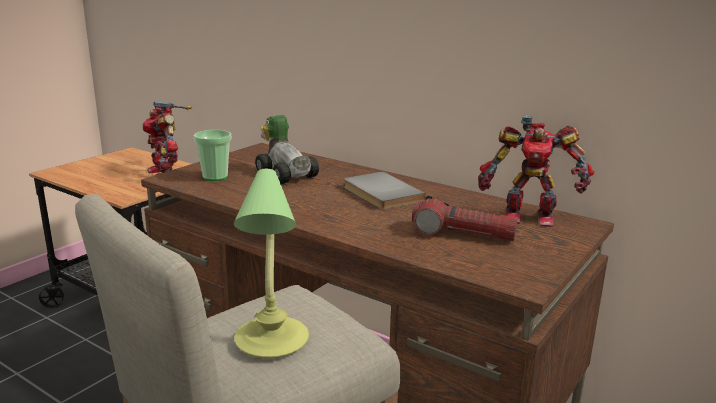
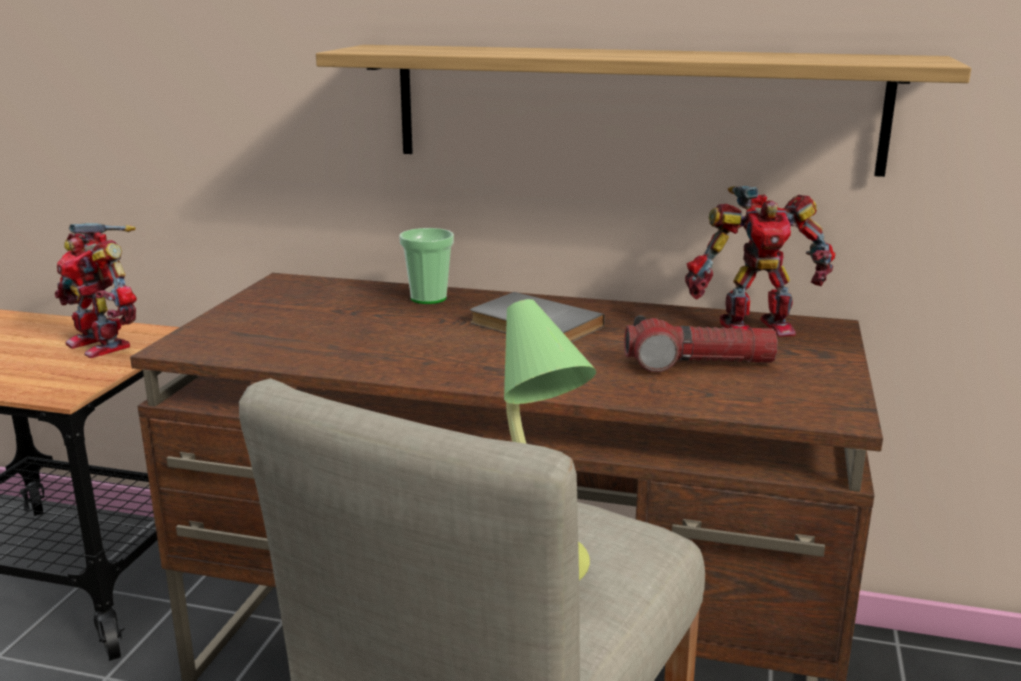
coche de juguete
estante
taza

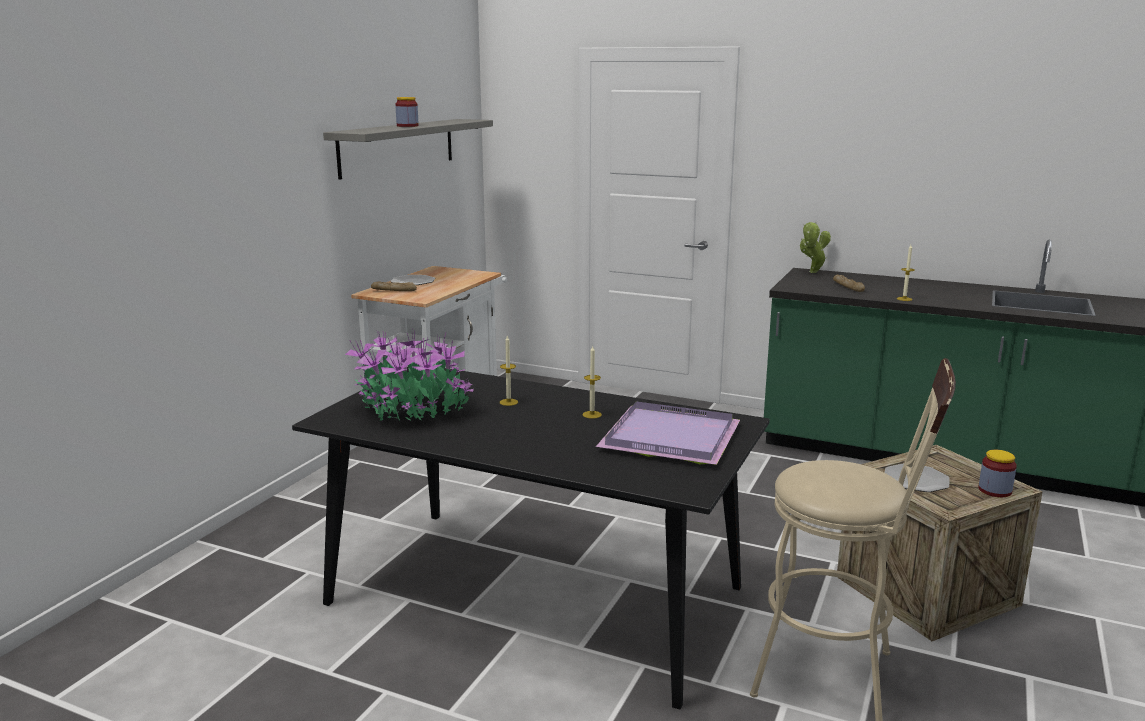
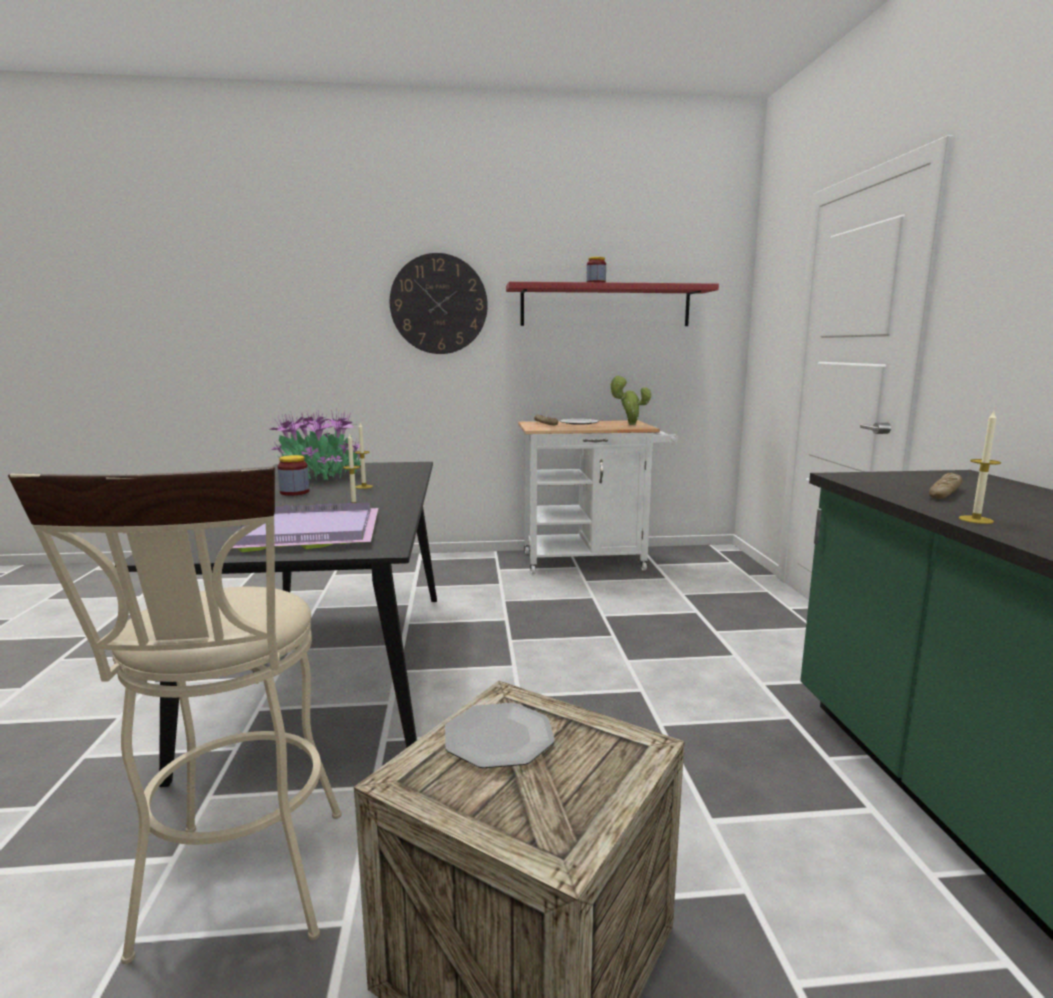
reloj de pared
planta en maceta (no. 2 from left)
tarro (no. 1 from left)
estante [rojo]

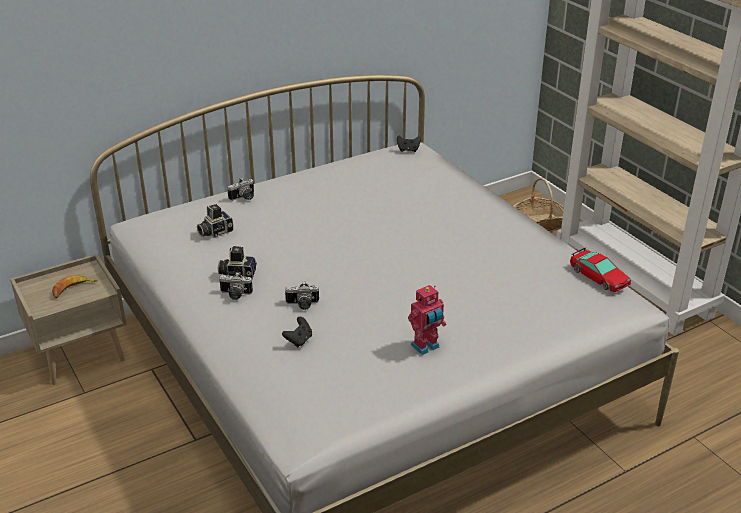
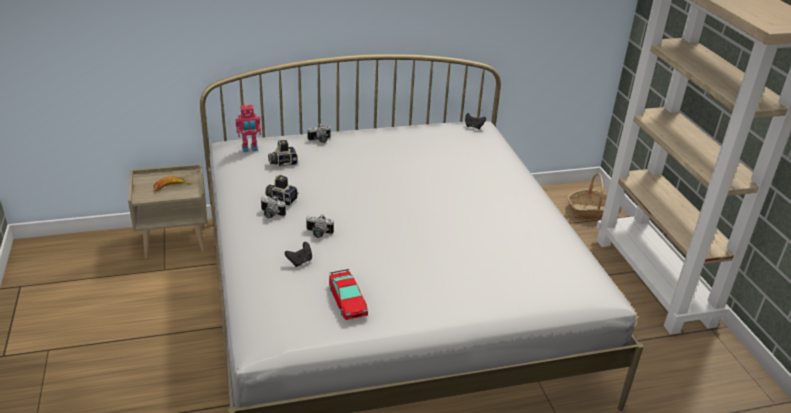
robot de juguete
coche de juguete

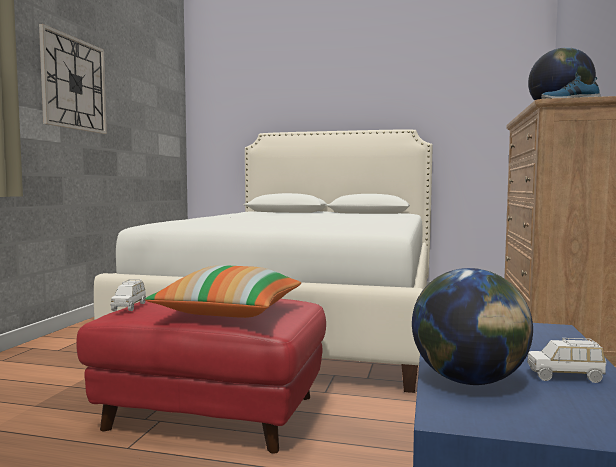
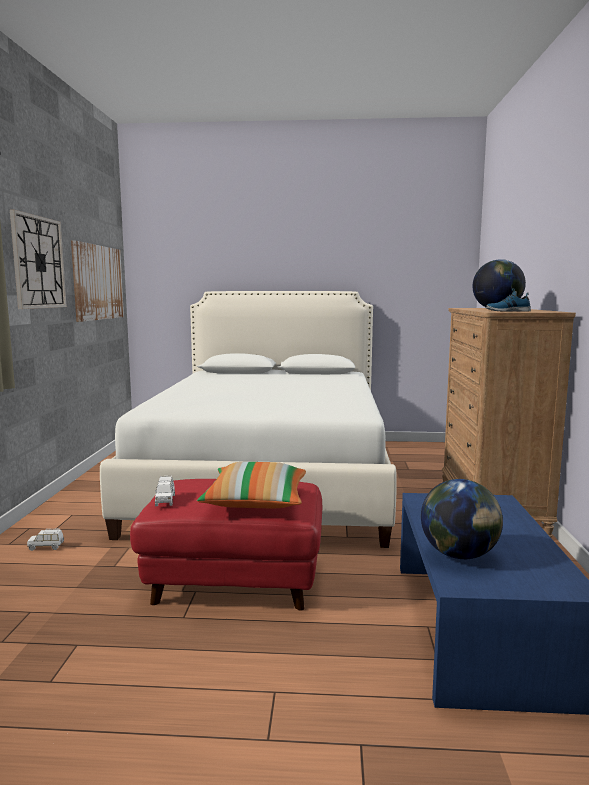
cuadro
coche de juguete [blanco] (no. 1 from left)

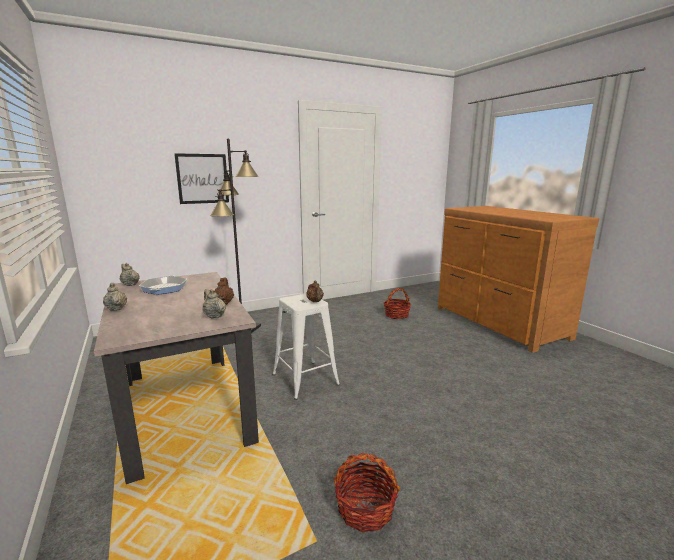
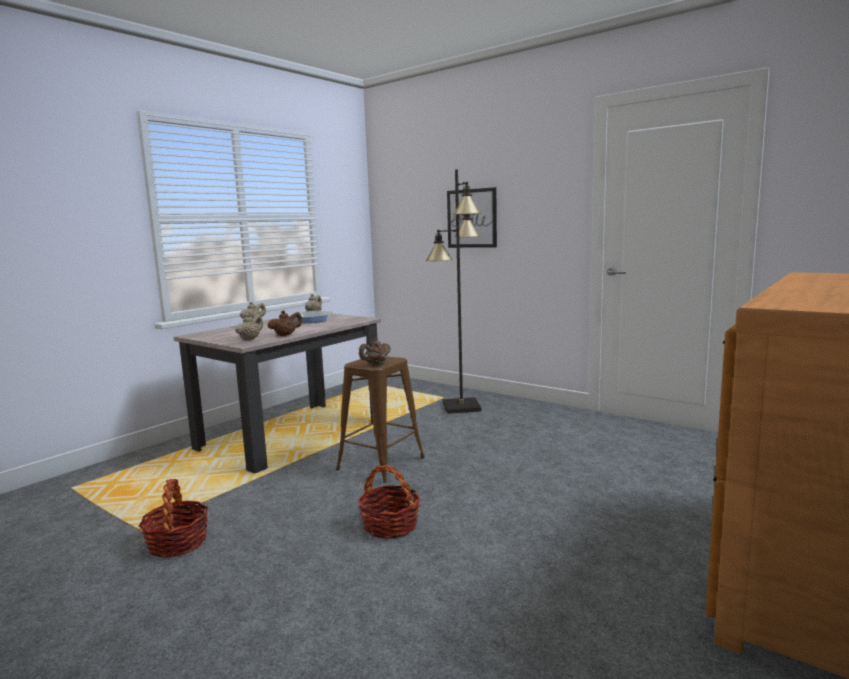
cesta (no. 2 from left)
taburete [marrón]

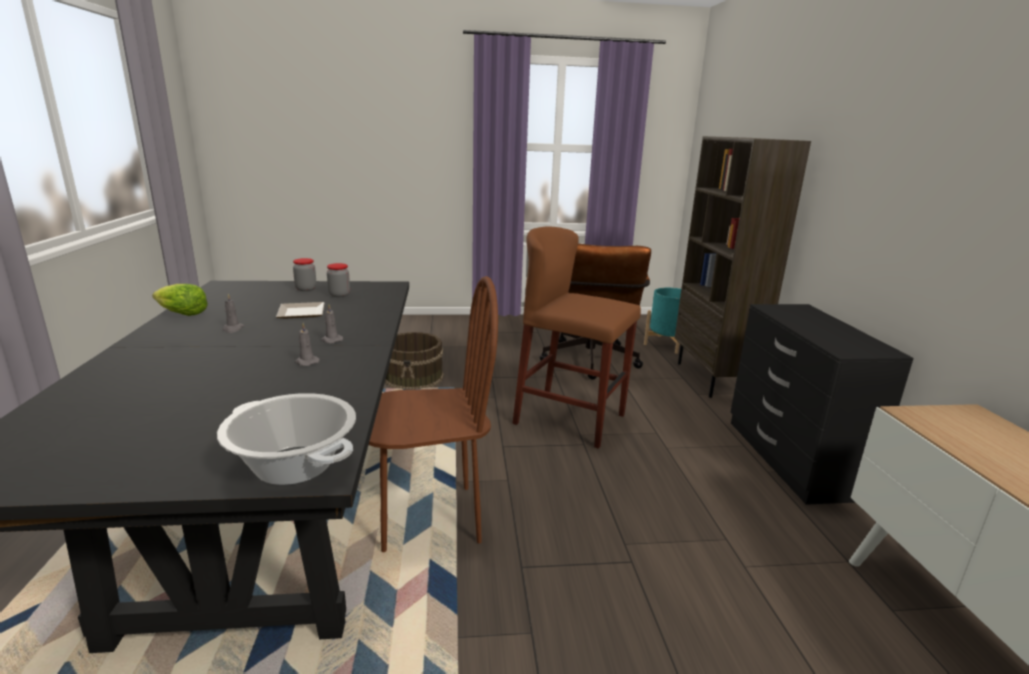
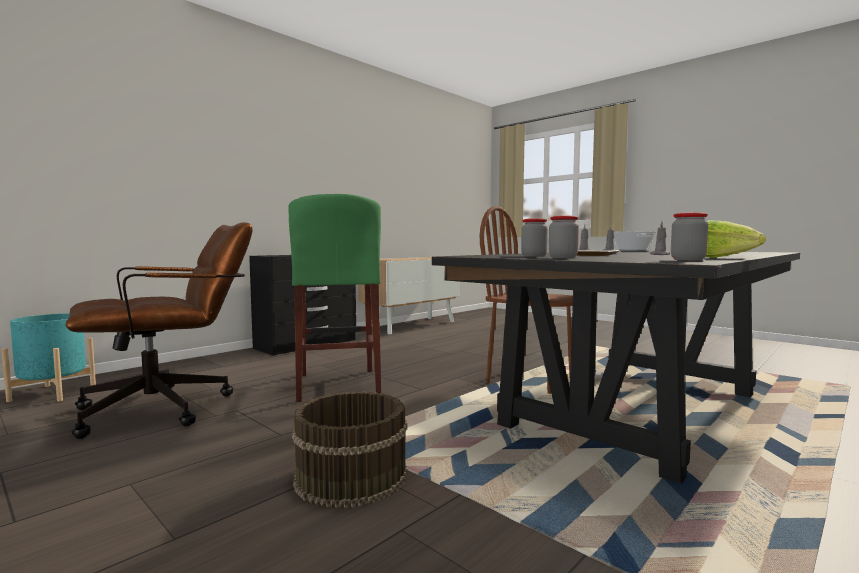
estantería [marrón]
tarro (no. 3 from left)
taburete [verde]

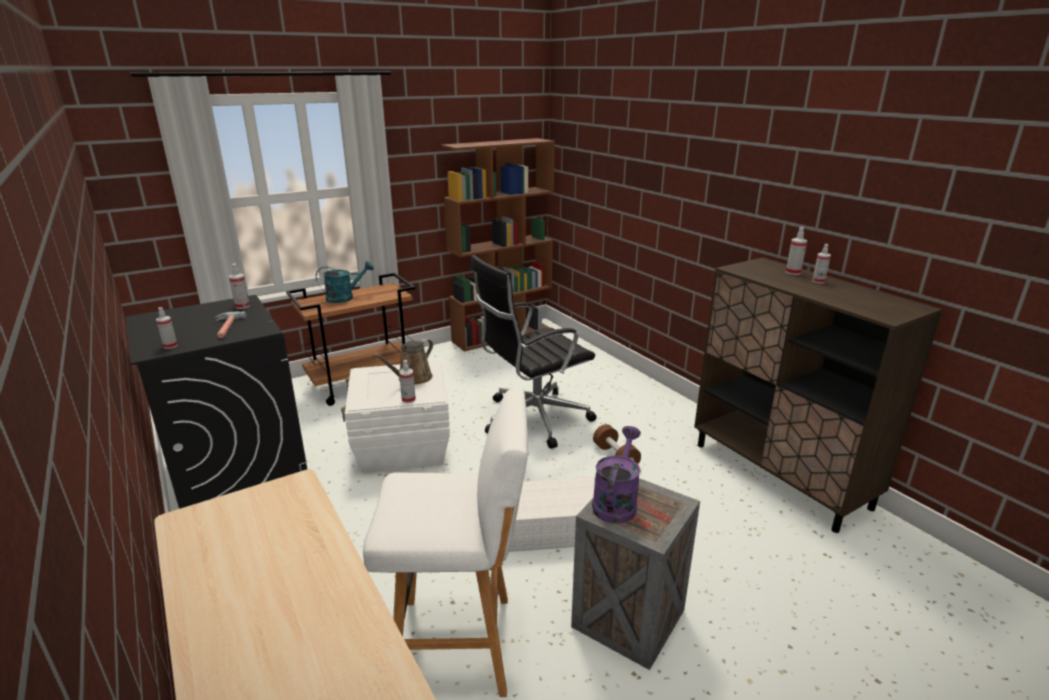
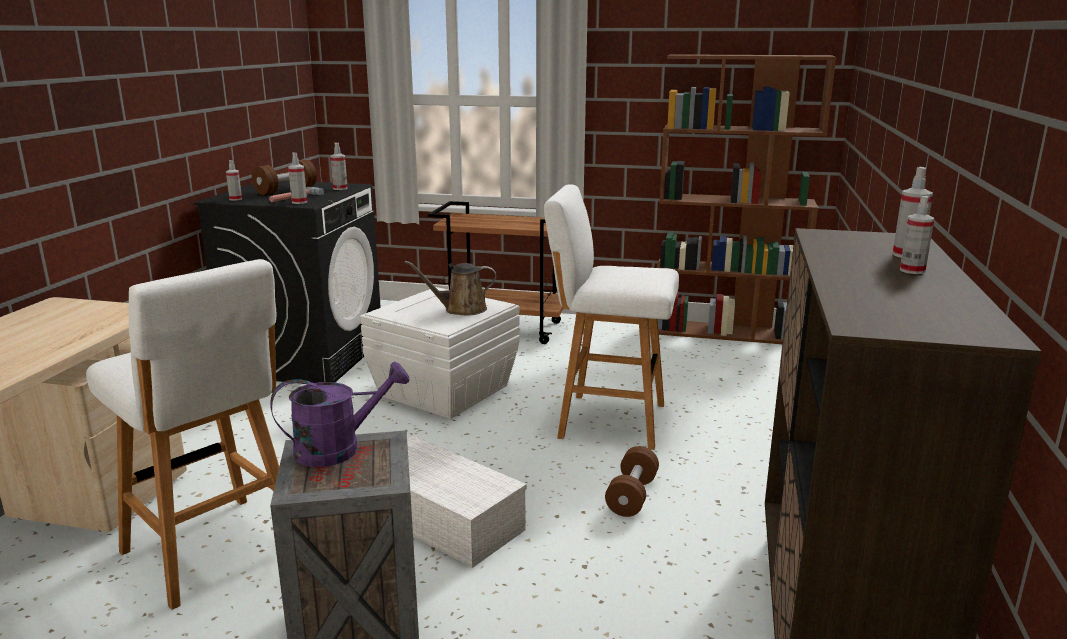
regadera [turquesa]
mancuerna [marrón] (no. 1 from left)
pulverizador (no. 2 from left)
taburete [blanco] (no. 2 from left)

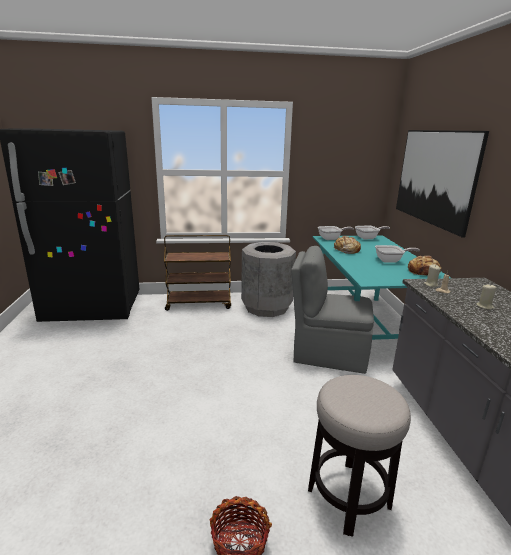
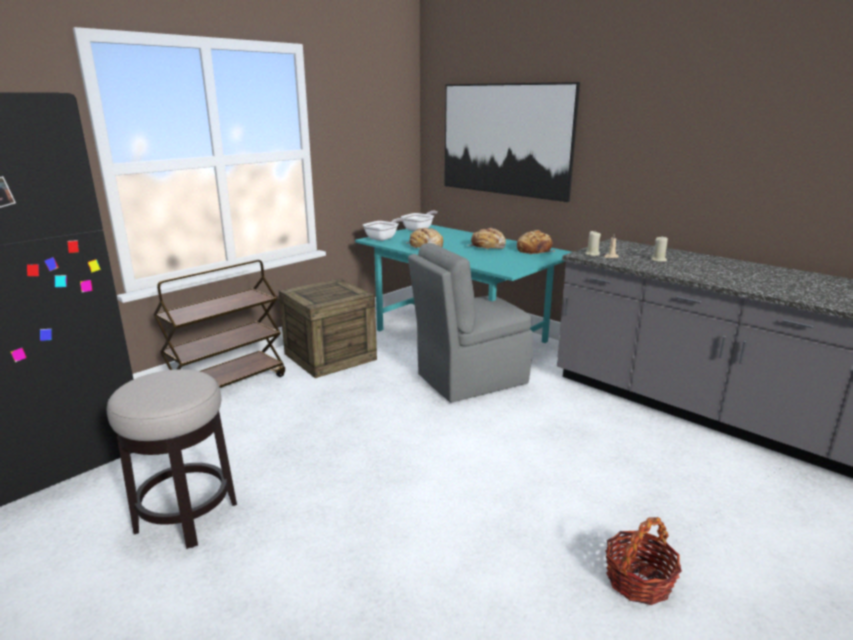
taburete
caja de embalaje
pan (no. 2 from left)

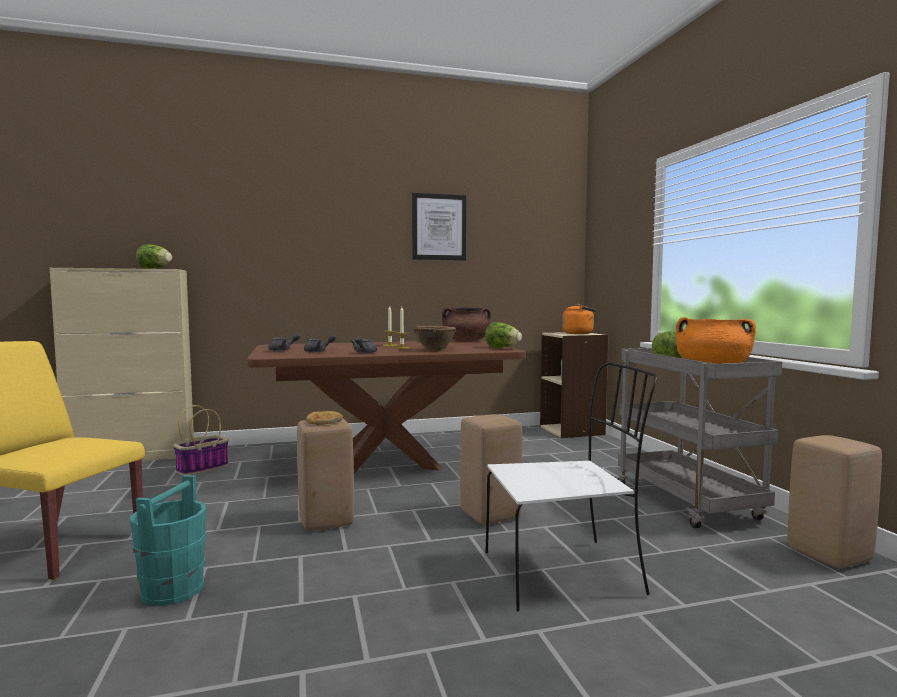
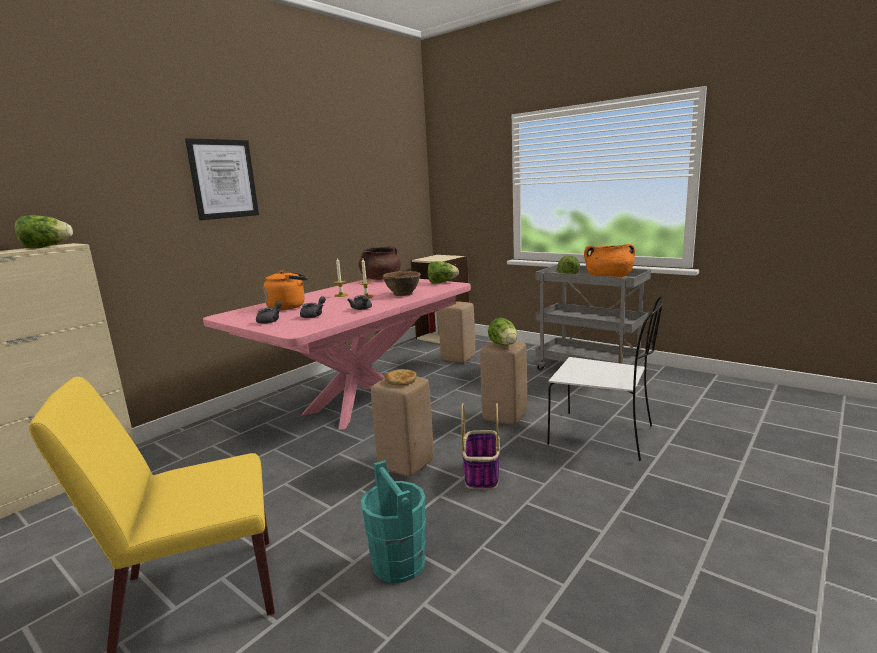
lechuga (no. 3 from left)
cesta
cuadro
hervidor [naranja]
taburete [beis] (no. 2 from left)
mesa de comedor [rosa]
silla [blanco]

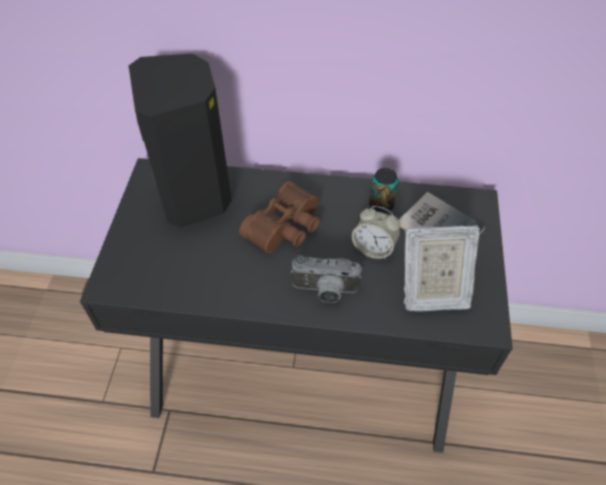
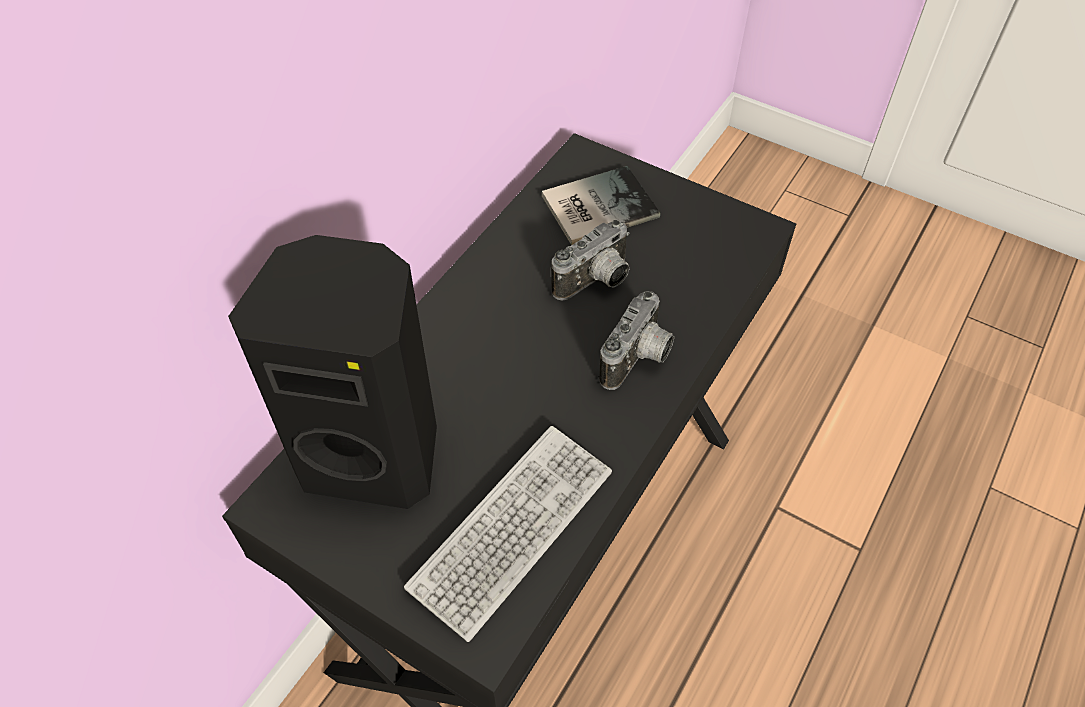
prismáticos [marrón]
lata
portarretratos
teclado
cámara (no. 1 from left)

